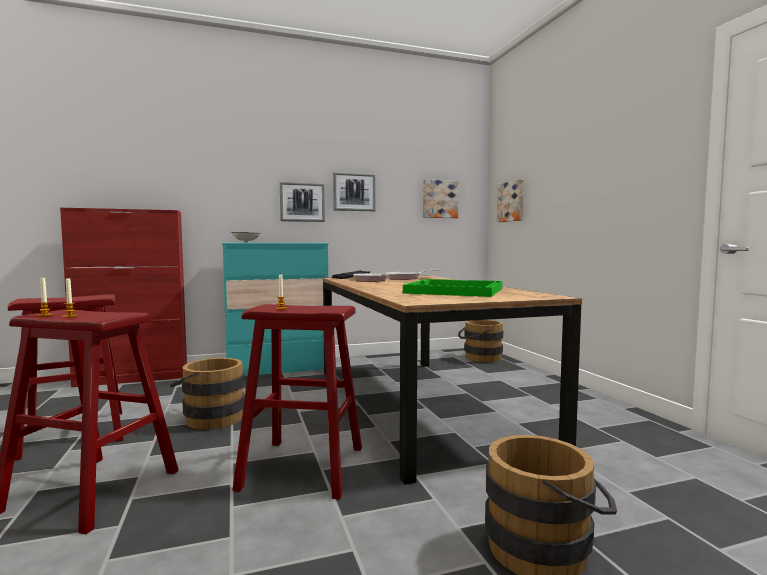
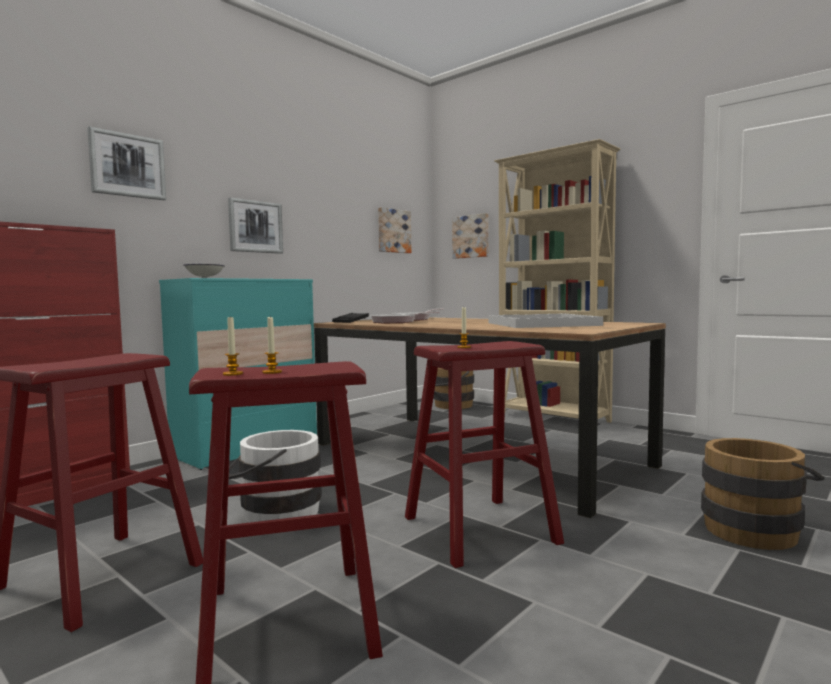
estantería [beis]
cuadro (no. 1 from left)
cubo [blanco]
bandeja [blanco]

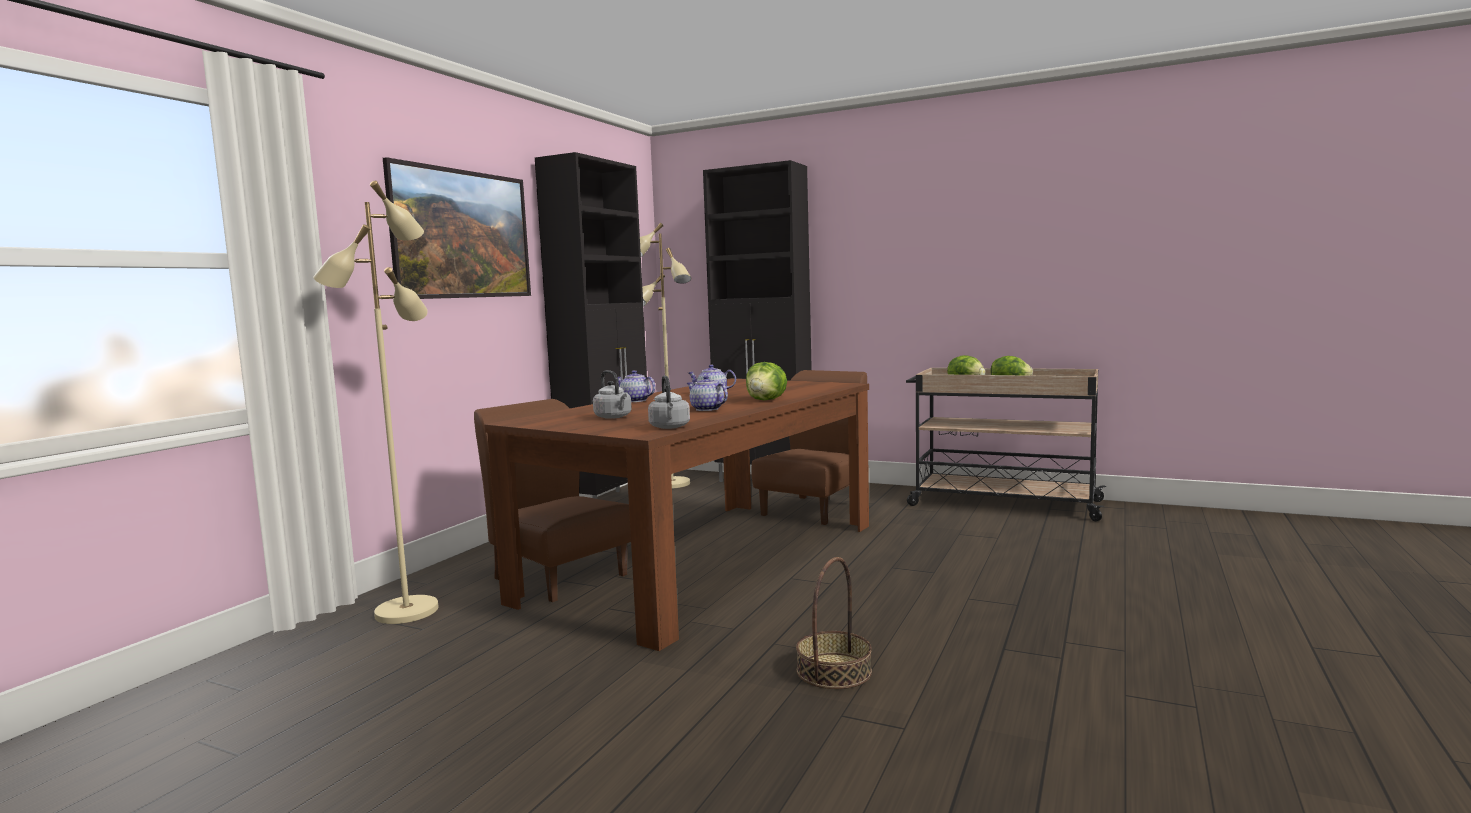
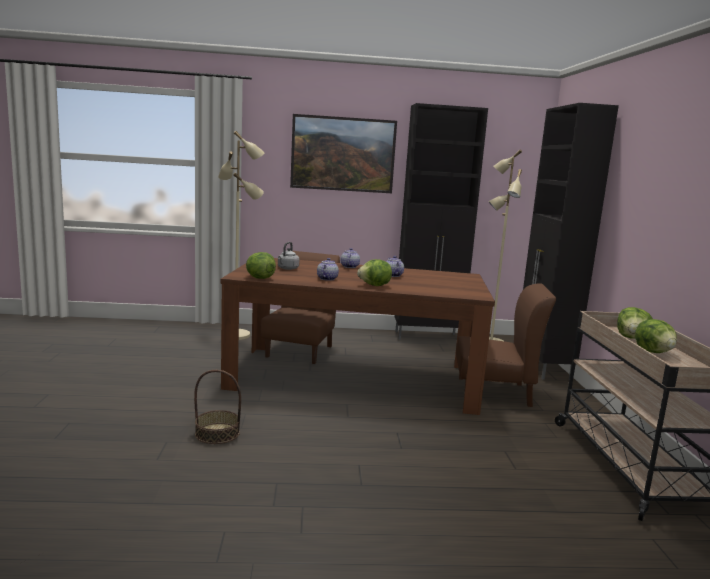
lechuga (no. 1 from left)

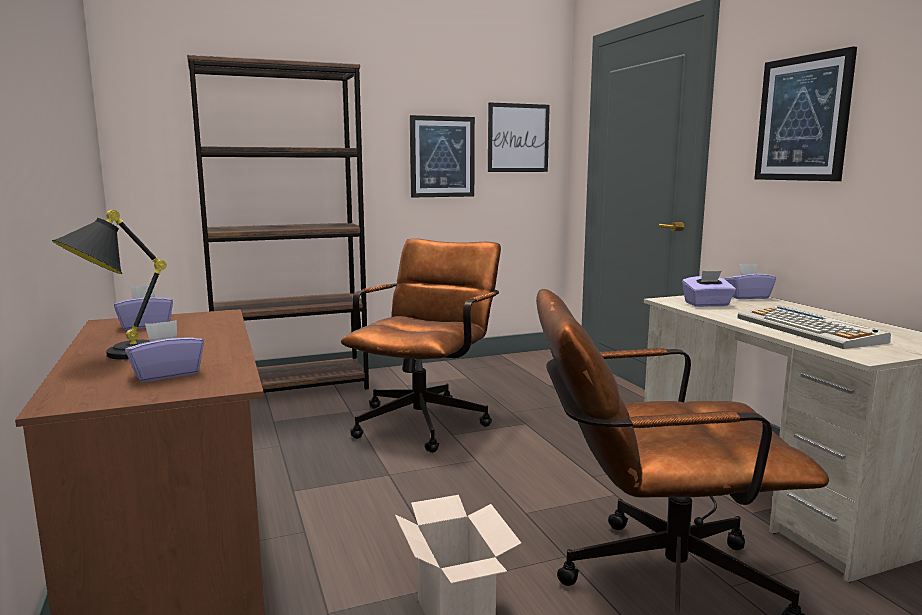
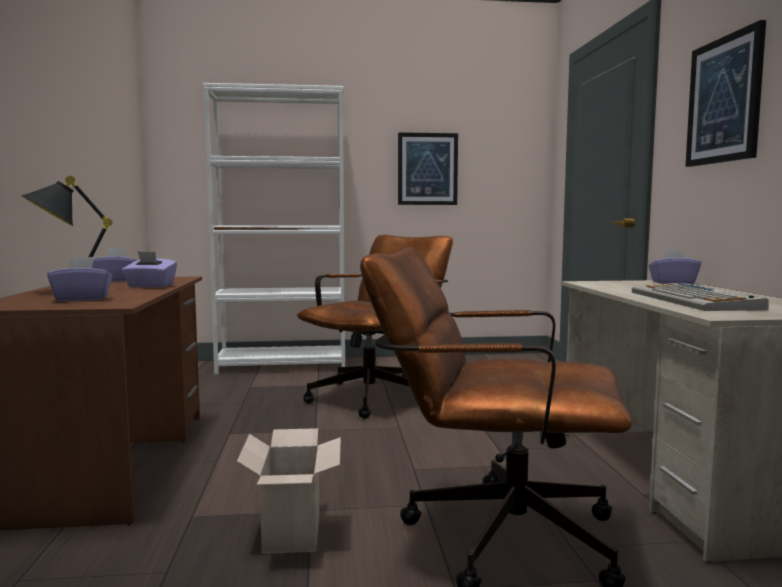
cuadro (no. 2 from left in the first image)
caja de pañuelos [morado] (no. 3 from left)
estantería [blanco]

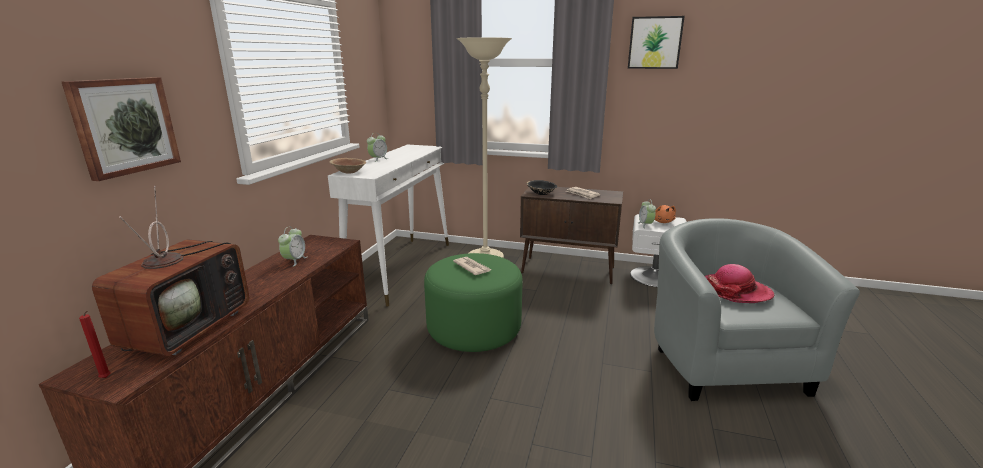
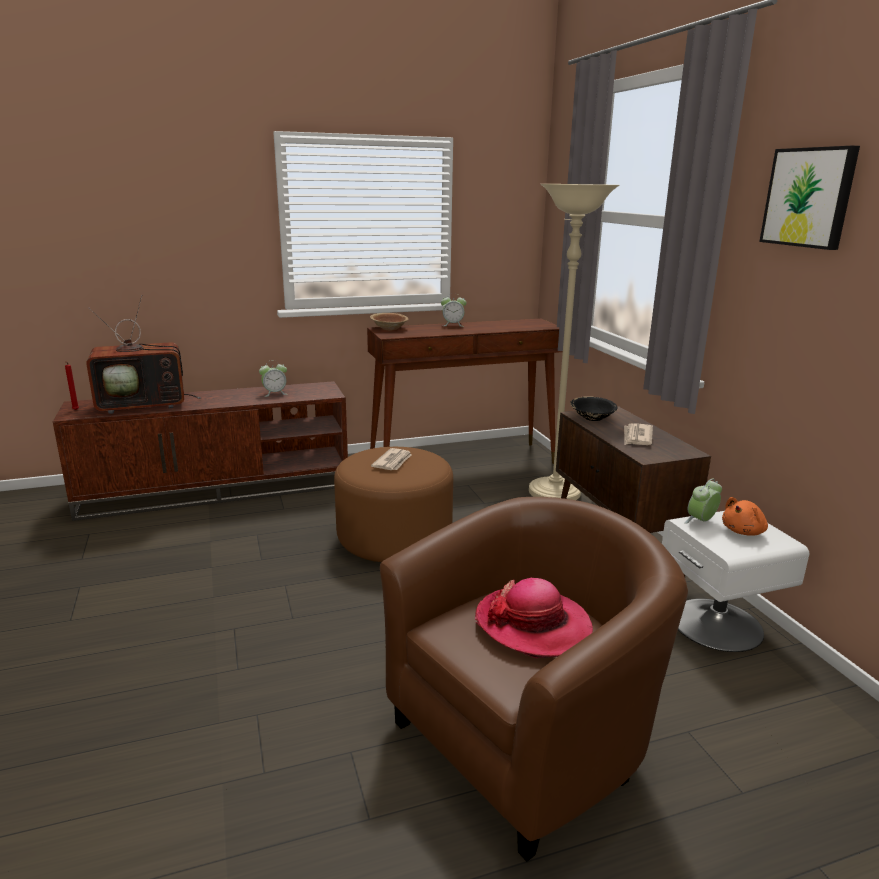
cuadro (no. 1 from left in the first image)
mesa consola [marrón]
puf [marrón]
sillón [marrón]

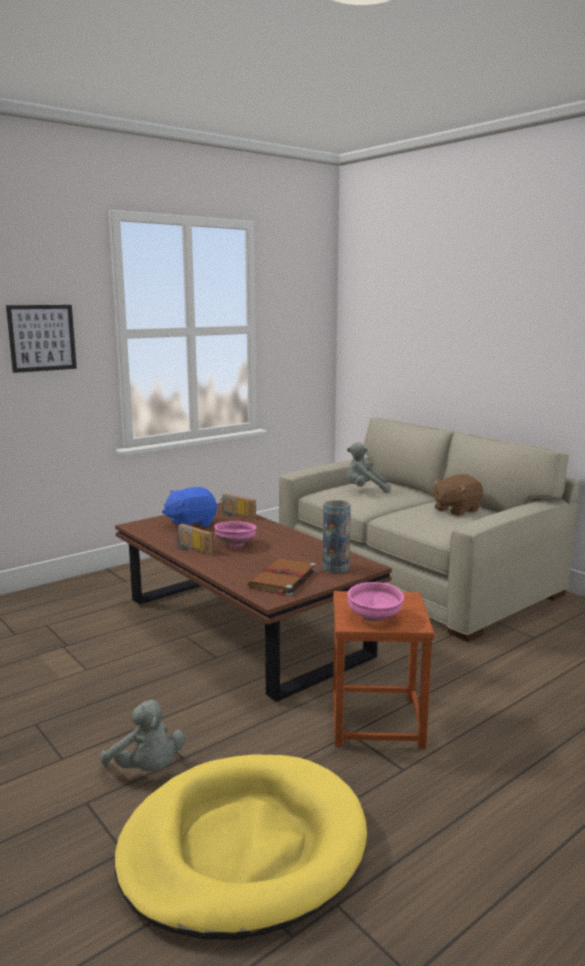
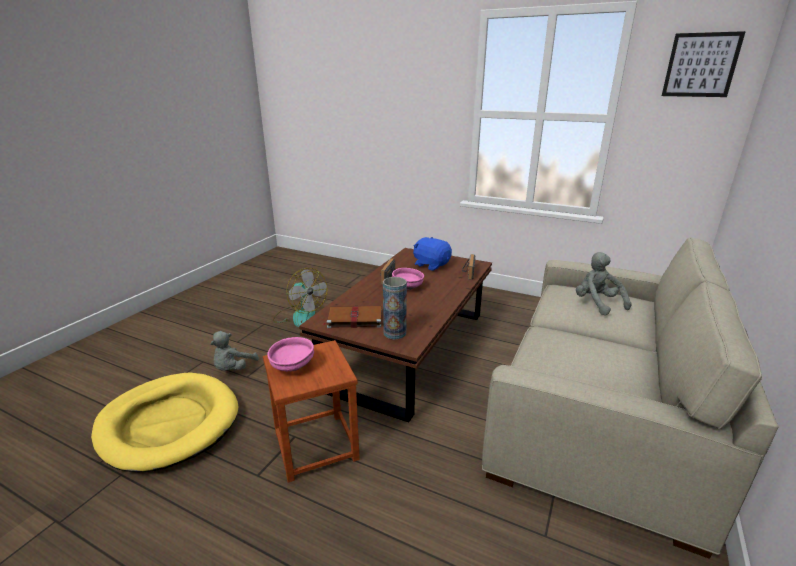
peluche [marrón]
ventilador
cuadro

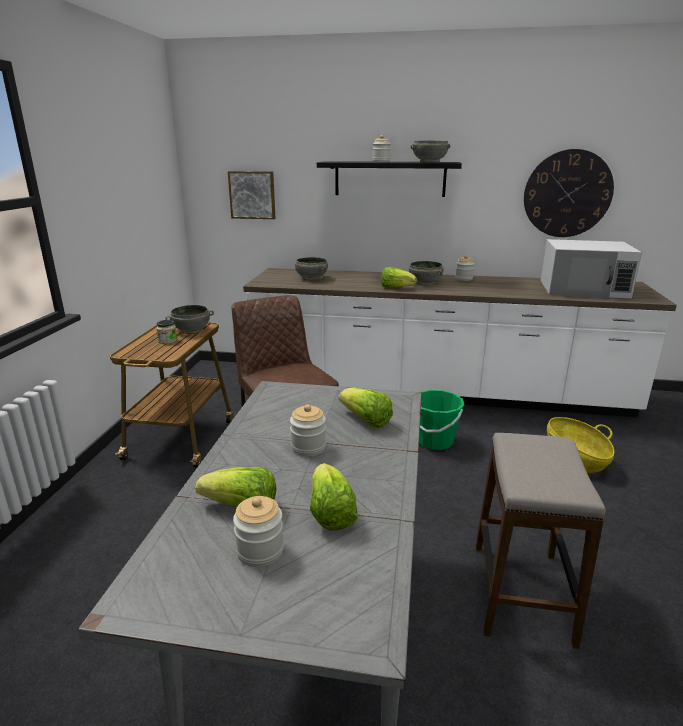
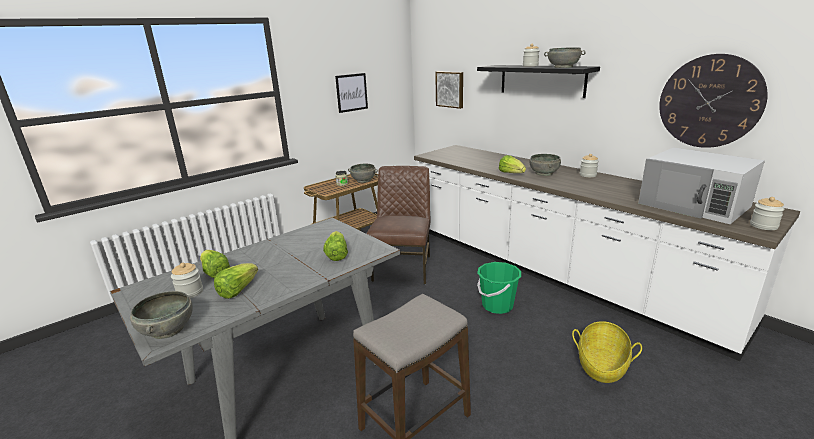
cuadro (no. 1 from left)
tarro (no. 5 from left)
cuenco [gris] (no. 1 from left)

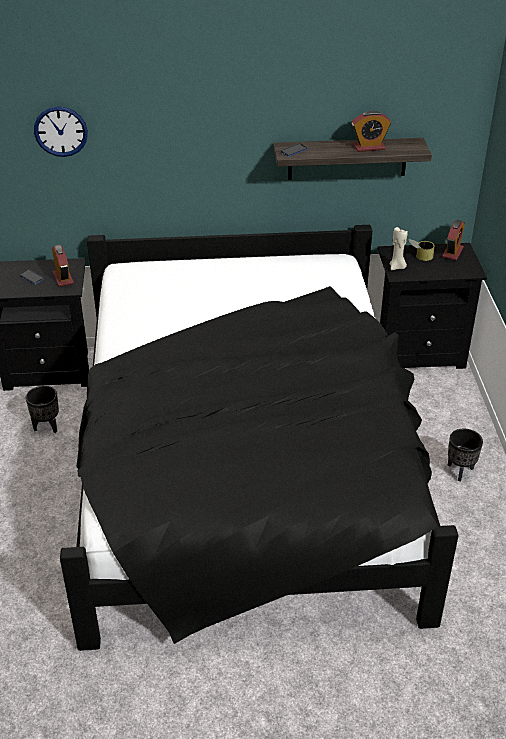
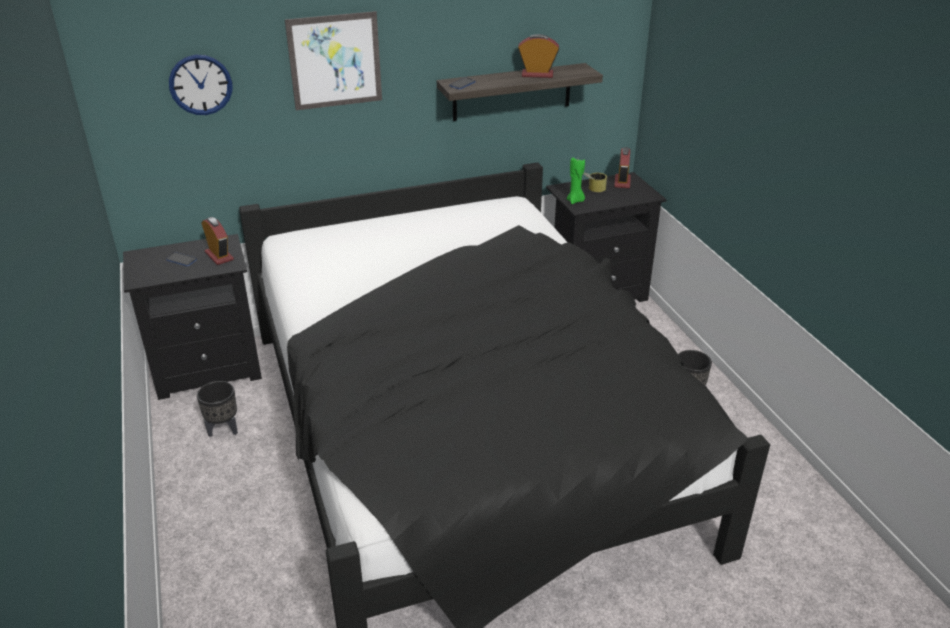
cuadro
vela [verde]
despertador (no. 2 from left)

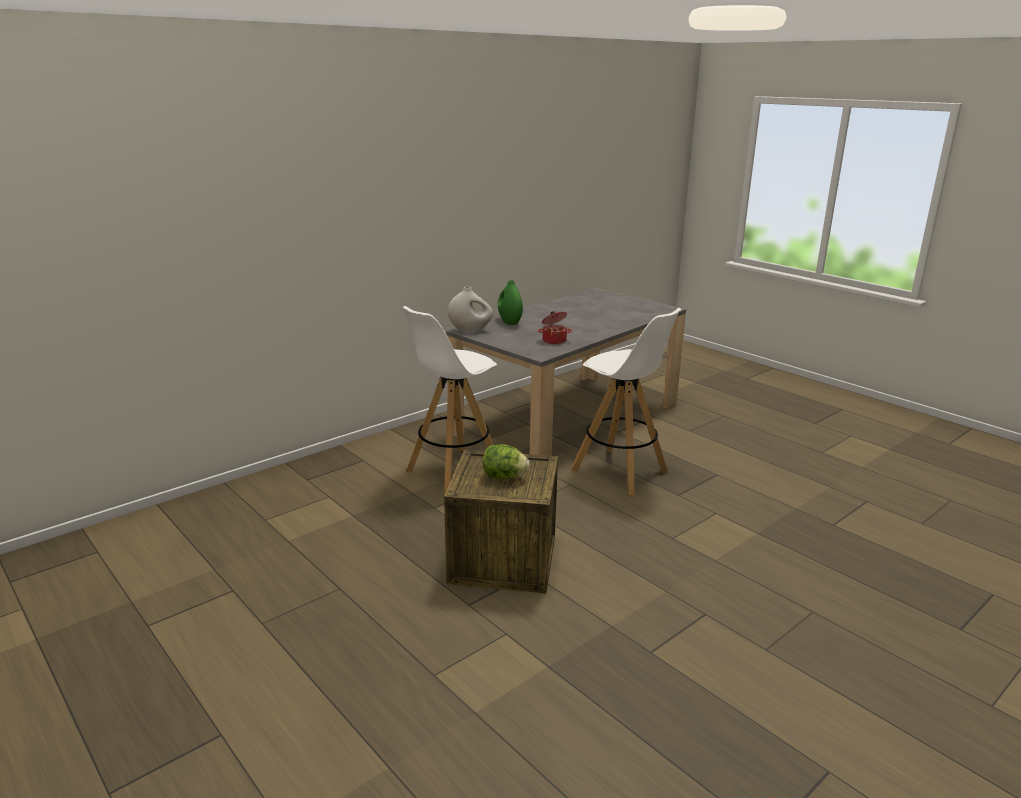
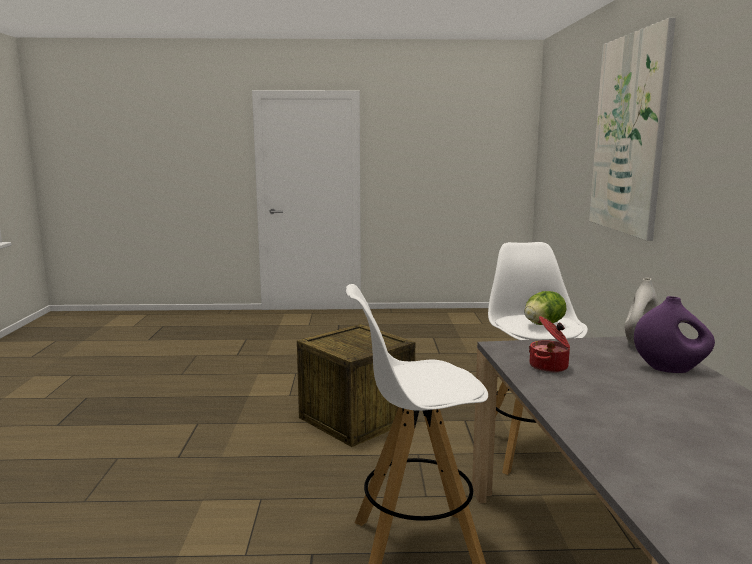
cuadro
lechuga
florero [morado]

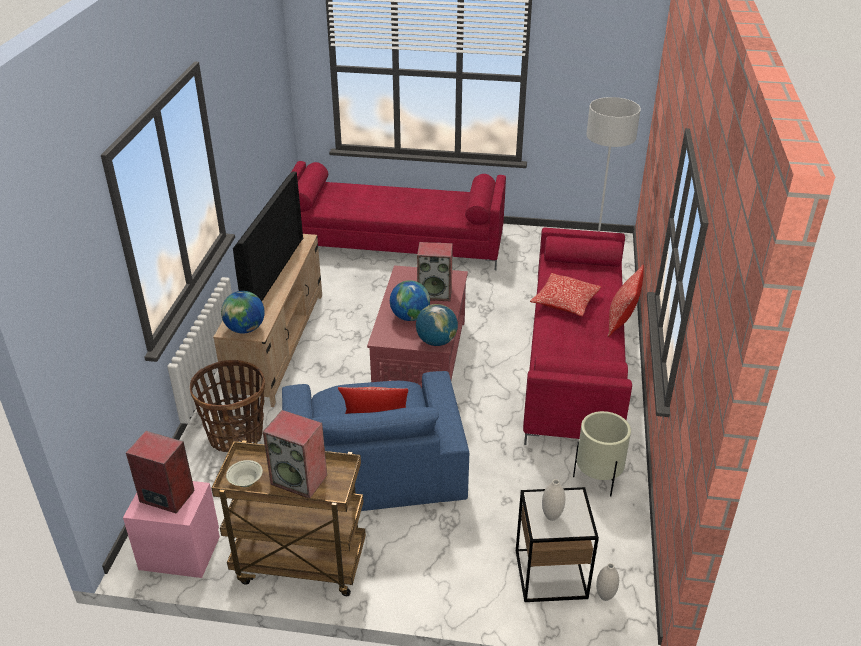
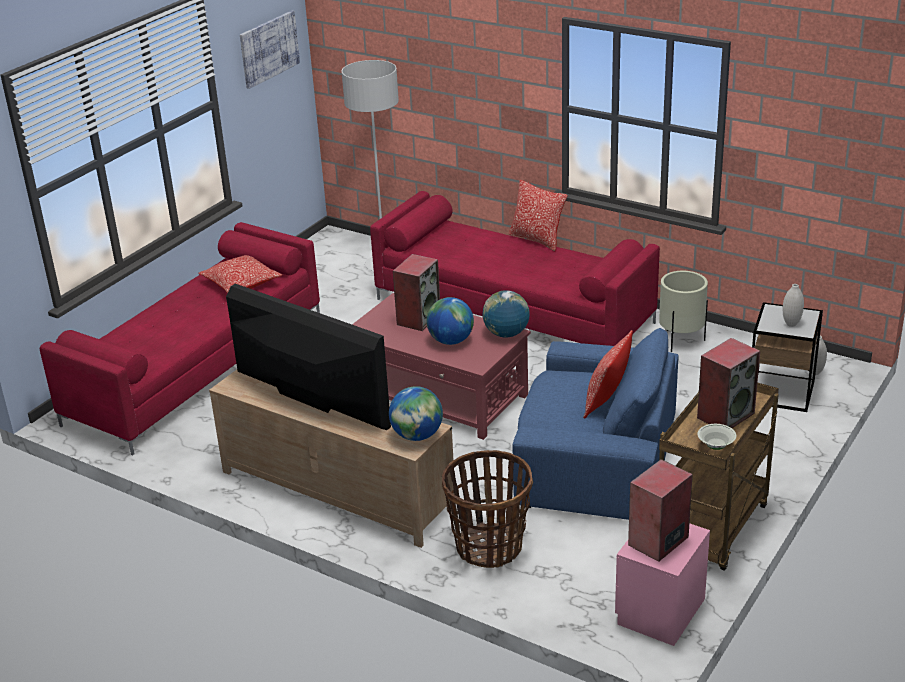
cuadro
cojín (no. 1 from left)

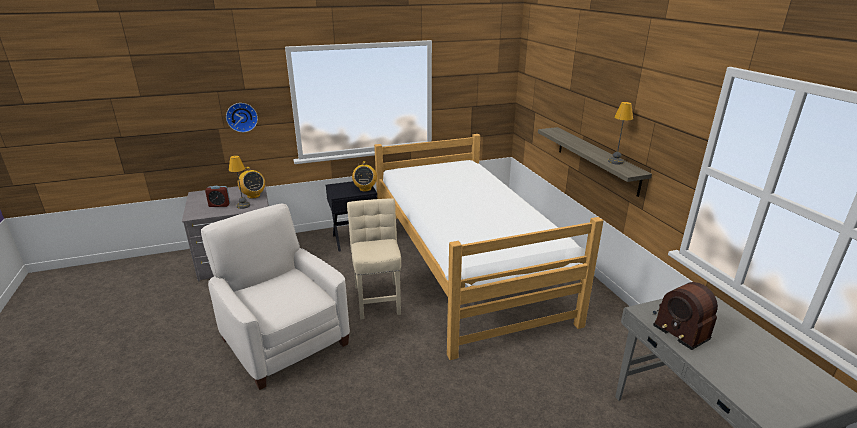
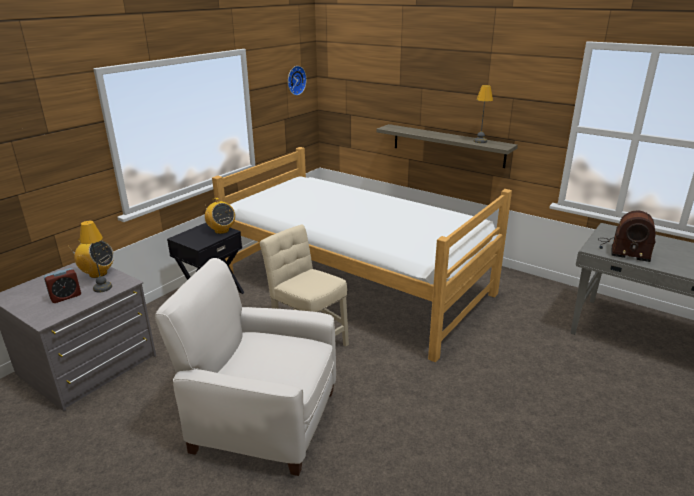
reloj de pared

